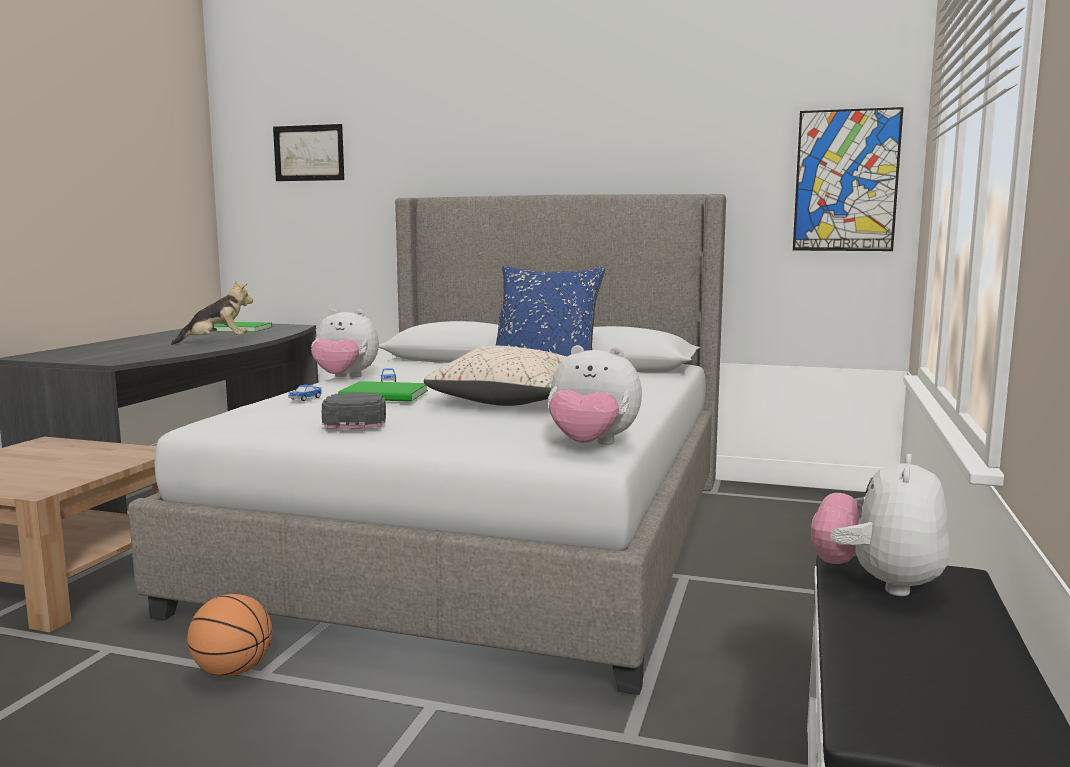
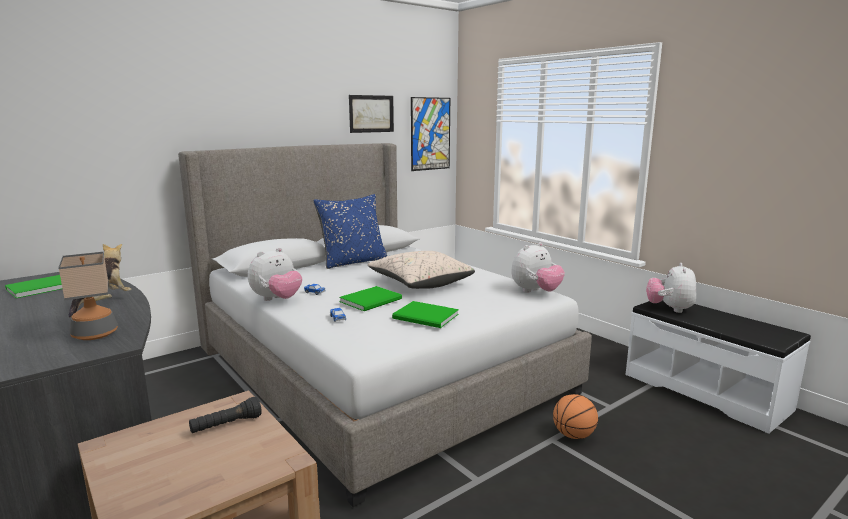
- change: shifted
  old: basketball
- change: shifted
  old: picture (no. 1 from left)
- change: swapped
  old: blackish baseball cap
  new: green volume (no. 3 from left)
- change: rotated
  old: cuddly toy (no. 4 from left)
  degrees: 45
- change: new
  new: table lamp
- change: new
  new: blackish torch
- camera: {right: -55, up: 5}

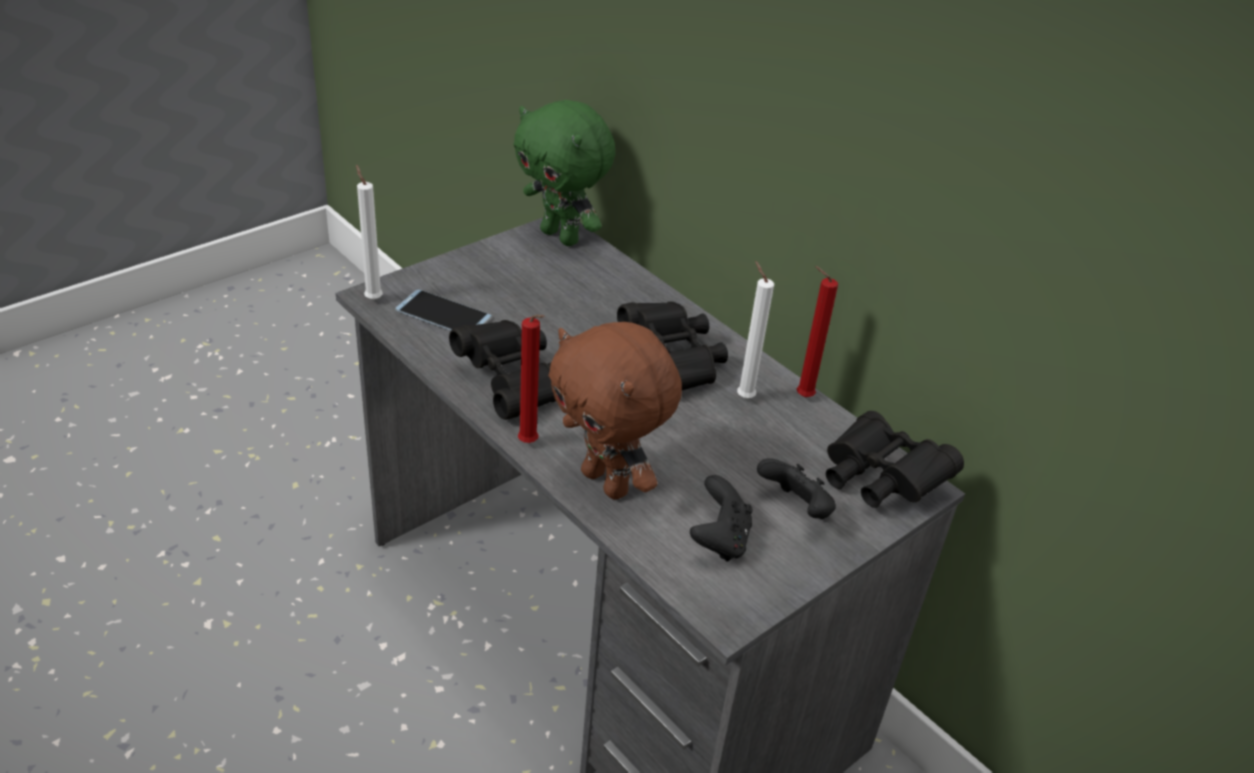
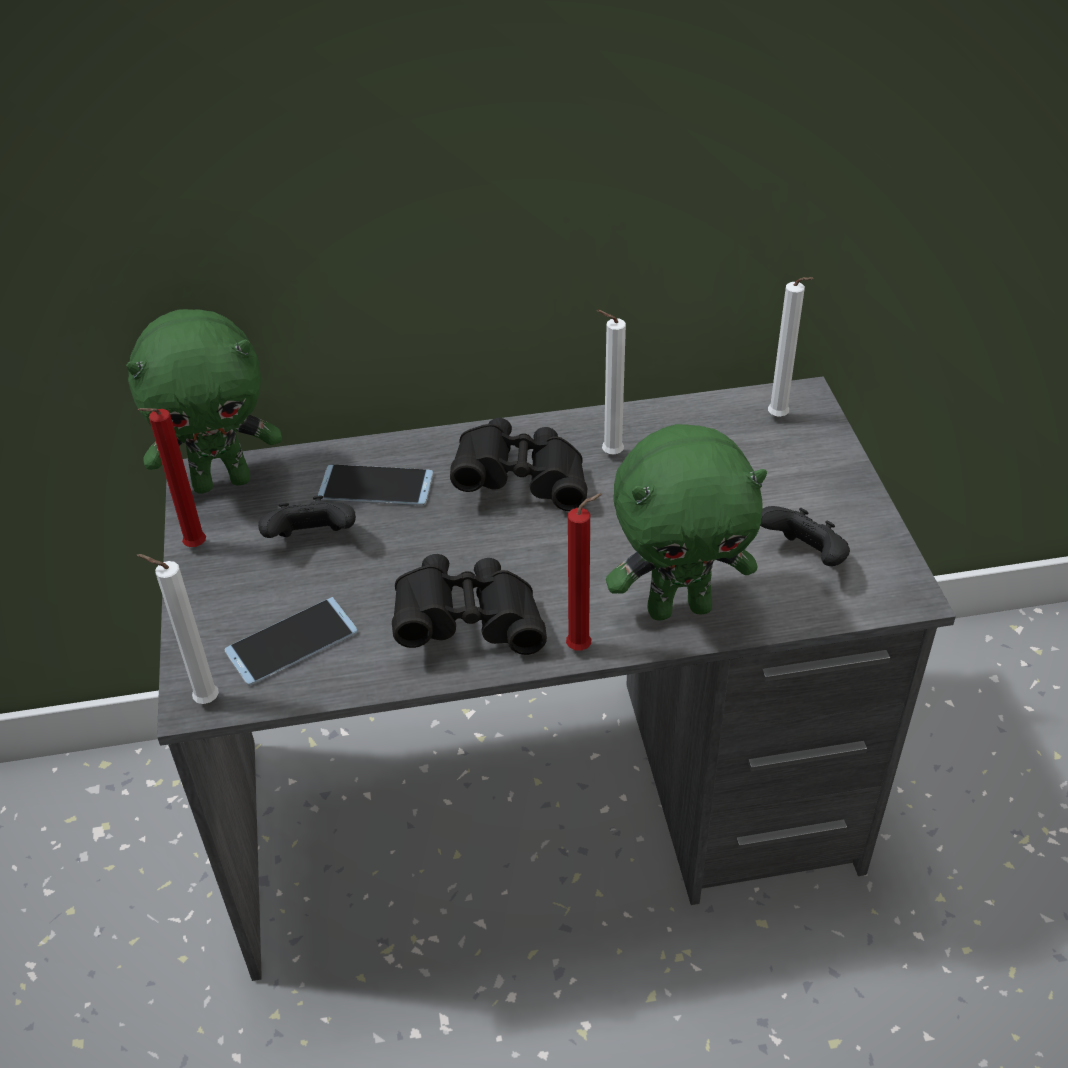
- change: repainted
  old: brown cuddly toy
  new: green cuddly toy (no. 2 from left)
- change: shifted
  old: blackish game controller (no. 2 from left in the first image)
  new: blackish game controller (no. 1 from left)
- change: shifted
  old: red-coloured candle (no. 2 from left in the first image)
  new: red-coloured candle (no. 1 from left)
- change: swapped
  old: blackish binoculars (no. 3 from left)
  new: white candle (no. 3 from left)
- change: new
  new: handset (no. 2 from left)
- camera: {right: -55, up: 5}

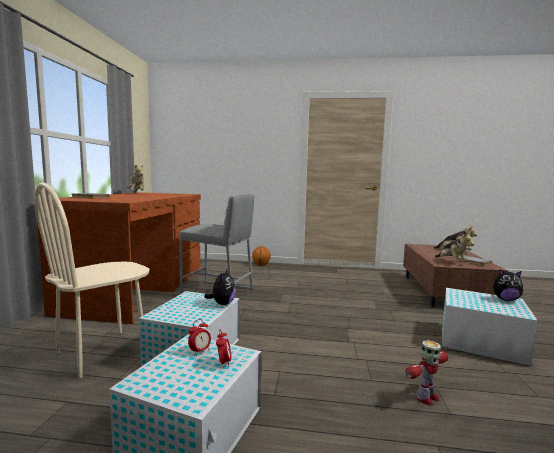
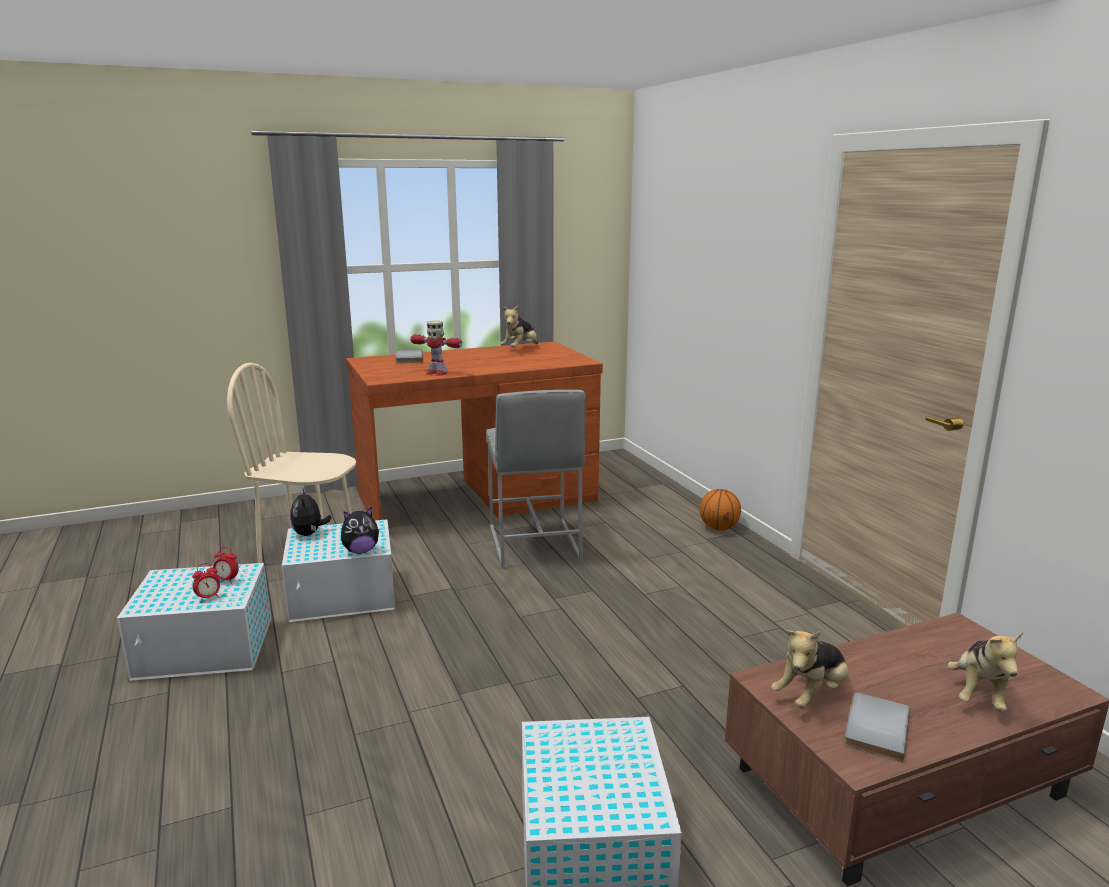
- change: shifted
  old: toy robot
- change: shifted
  old: cuddly toy (no. 5 from left in the first image)
  new: cuddly toy (no. 1 from left)
- camera: {right: 60, up: 10}

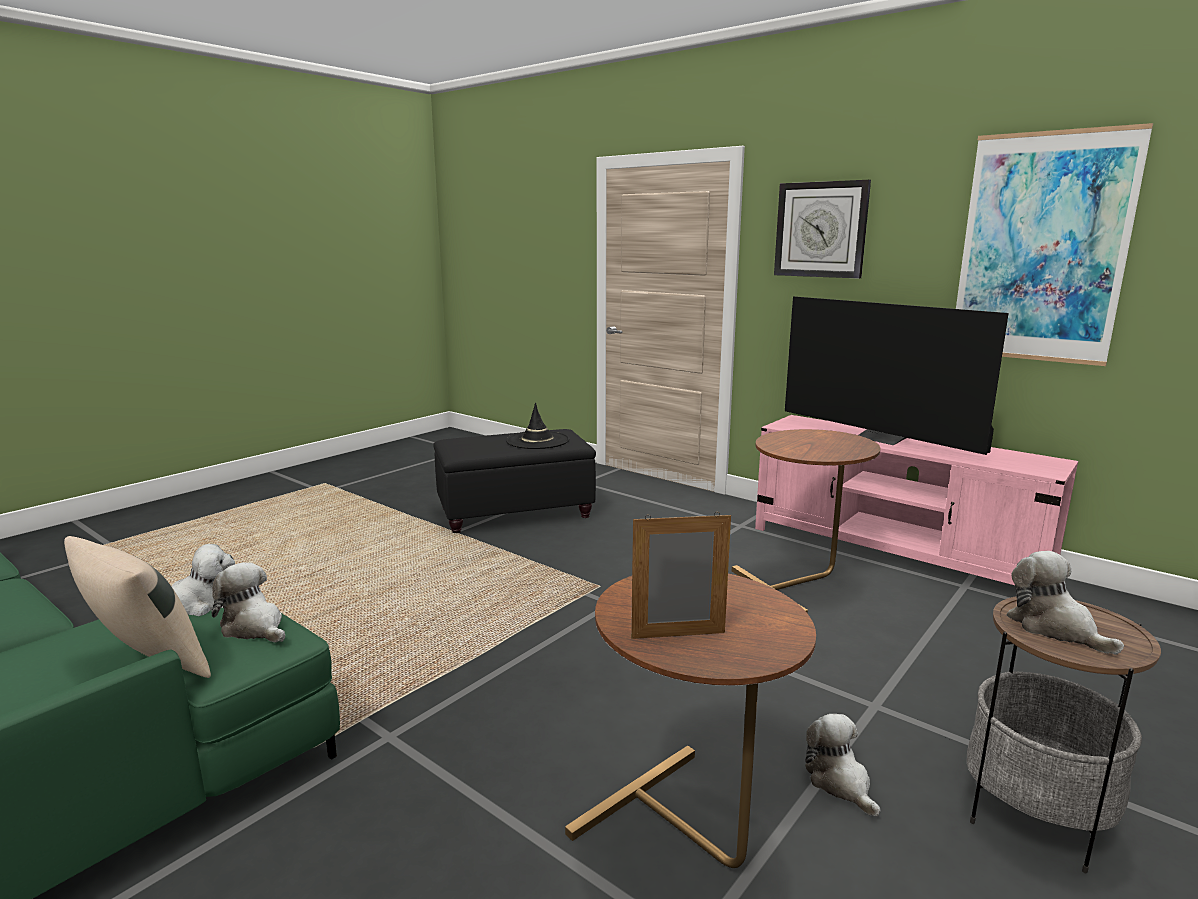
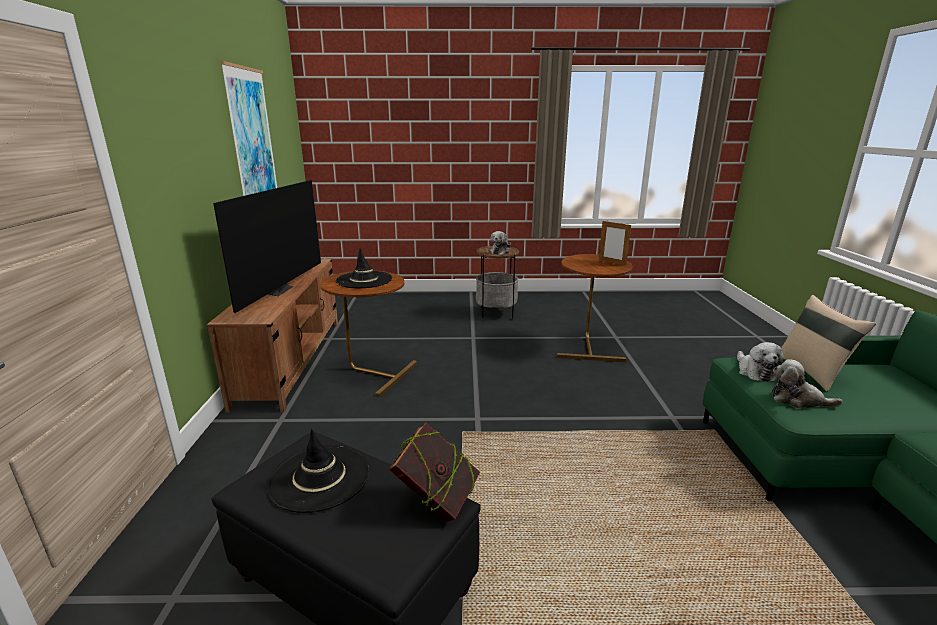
- change: repainted
  old: pinkish tv stand
  new: brown tv stand
- change: gone
  old: hanging clock
- change: gone
  old: cuddly toy (no. 3 from left)
- change: new
  new: blackish hat (no. 2 from left)
- change: new
  new: volume
- camera: {right: -130, up: 5}

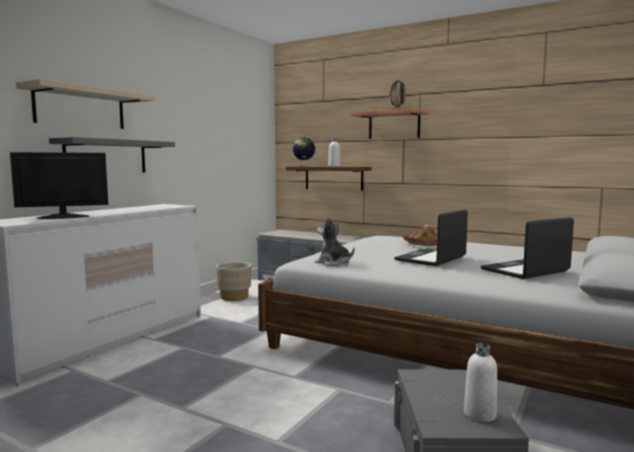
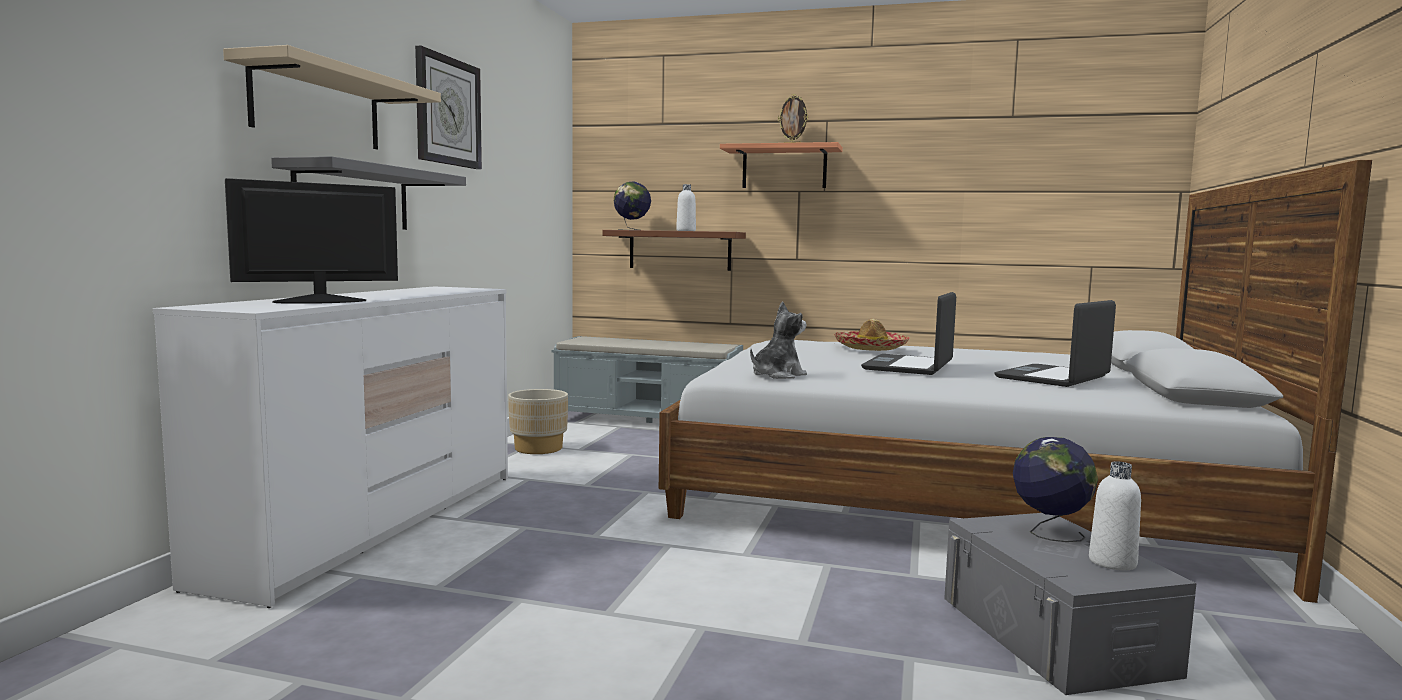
- change: rotated
  old: cuddly toy
  degrees: 120
- change: new
  new: hanging clock
- change: new
  new: globe (no. 2 from left)
- camera: {right: -15, up: 0}

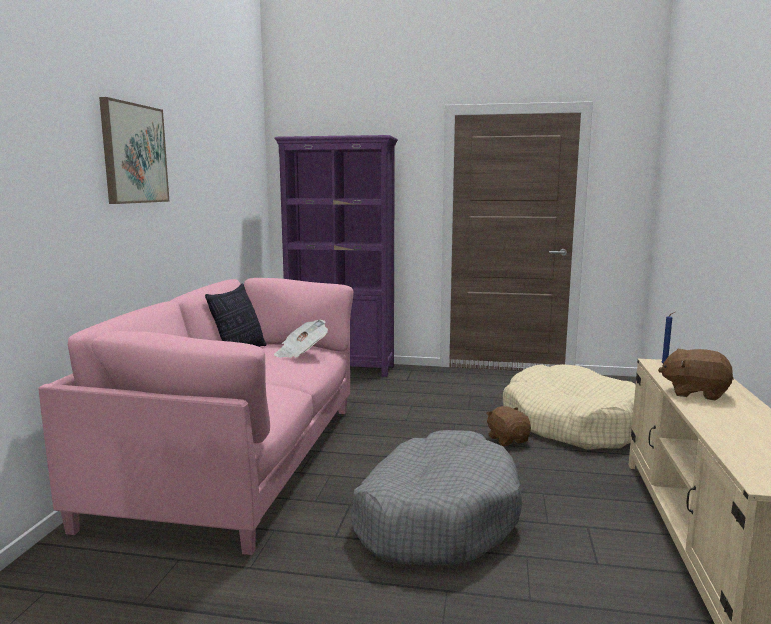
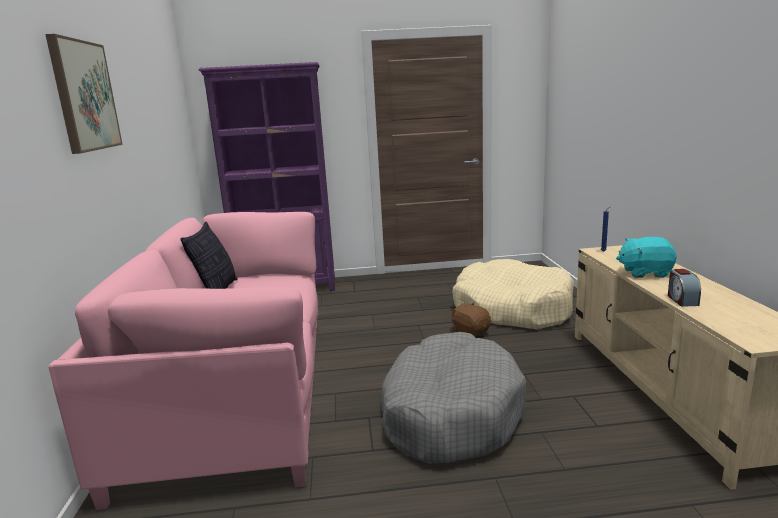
- change: gone
  old: daily paper
- change: repainted
  old: brown cuddly toy (no. 2 from left)
  new: turquoise-coloured cuddly toy
- change: new
  new: table clock
- camera: {right: -15, up: 5}

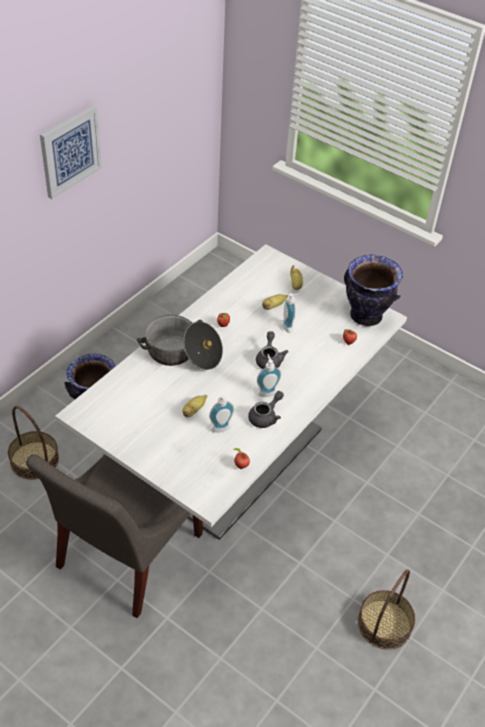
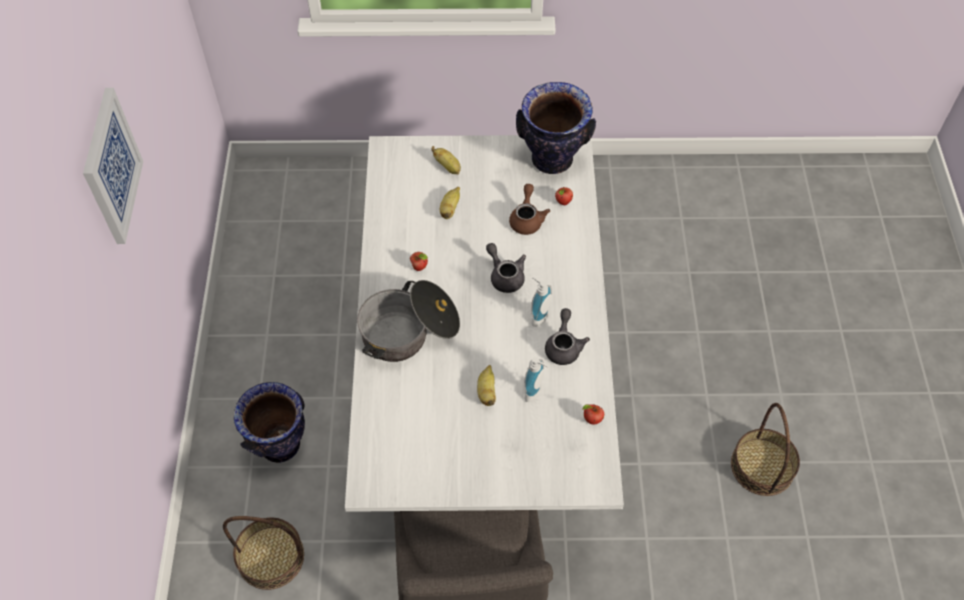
- change: gone
  old: liquid soap bottle (no. 3 from left)
- change: new
  new: brown teapot
- camera: {right: -35, up: 10}

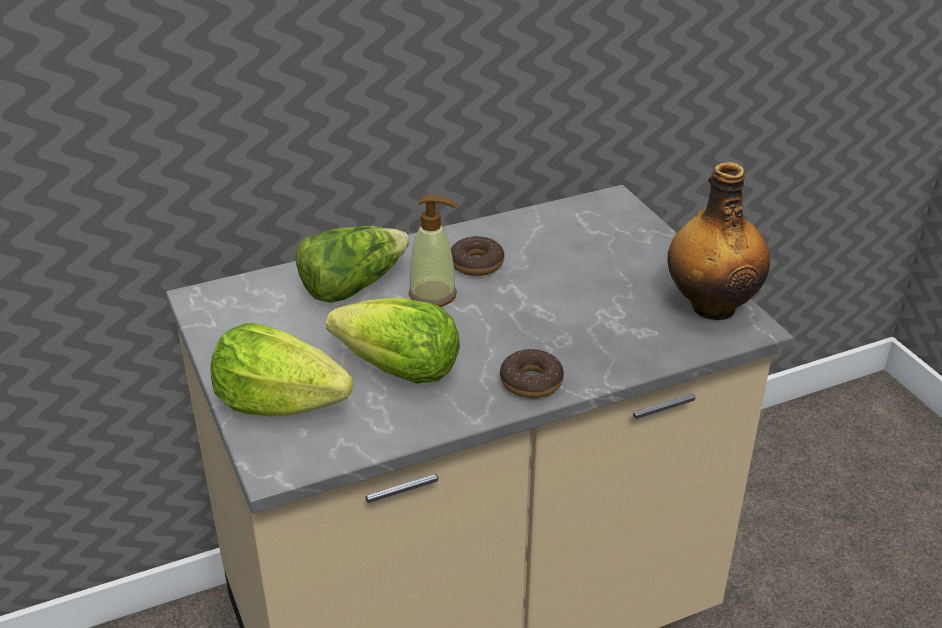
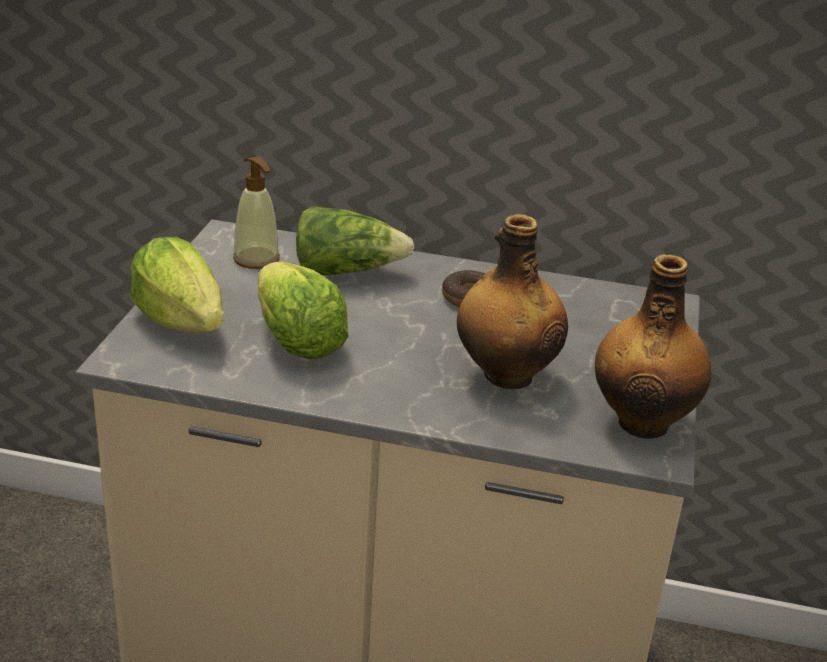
- change: shifted
  old: liquid soap bottle
- change: gone
  old: donut (no. 2 from left)
- change: new
  new: bottle (no. 1 from left)
- camera: {right: 35, up: -5}

